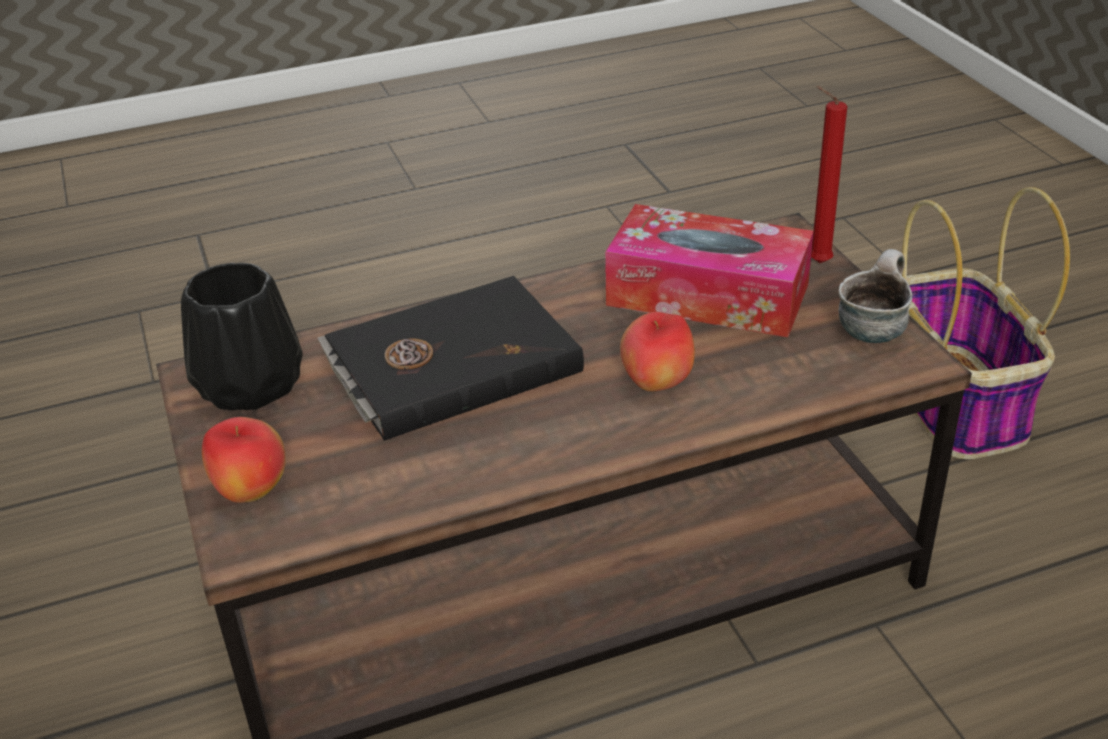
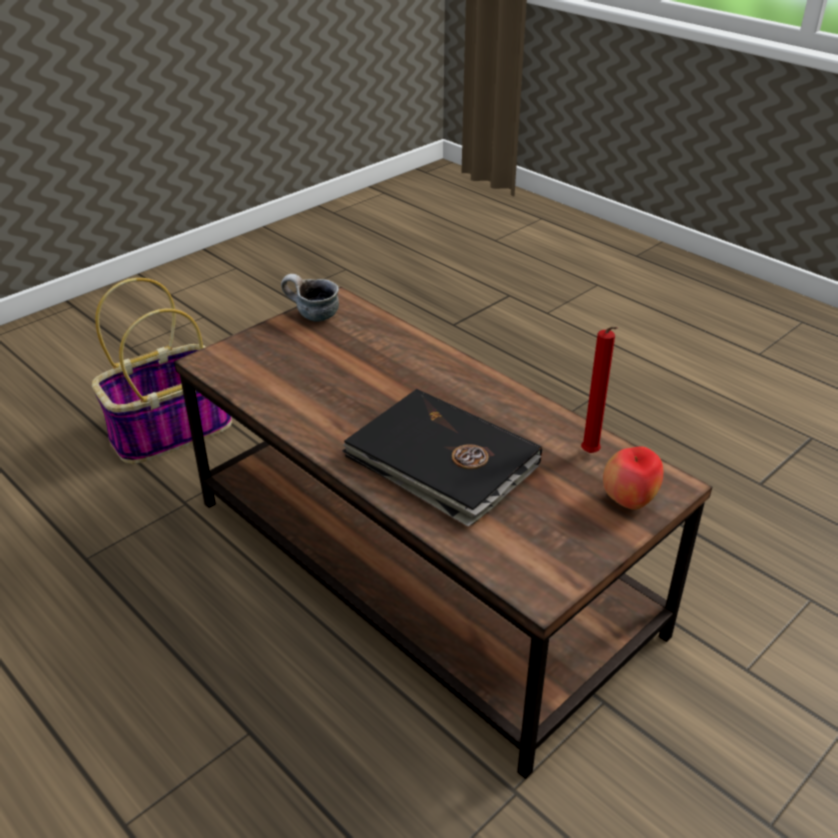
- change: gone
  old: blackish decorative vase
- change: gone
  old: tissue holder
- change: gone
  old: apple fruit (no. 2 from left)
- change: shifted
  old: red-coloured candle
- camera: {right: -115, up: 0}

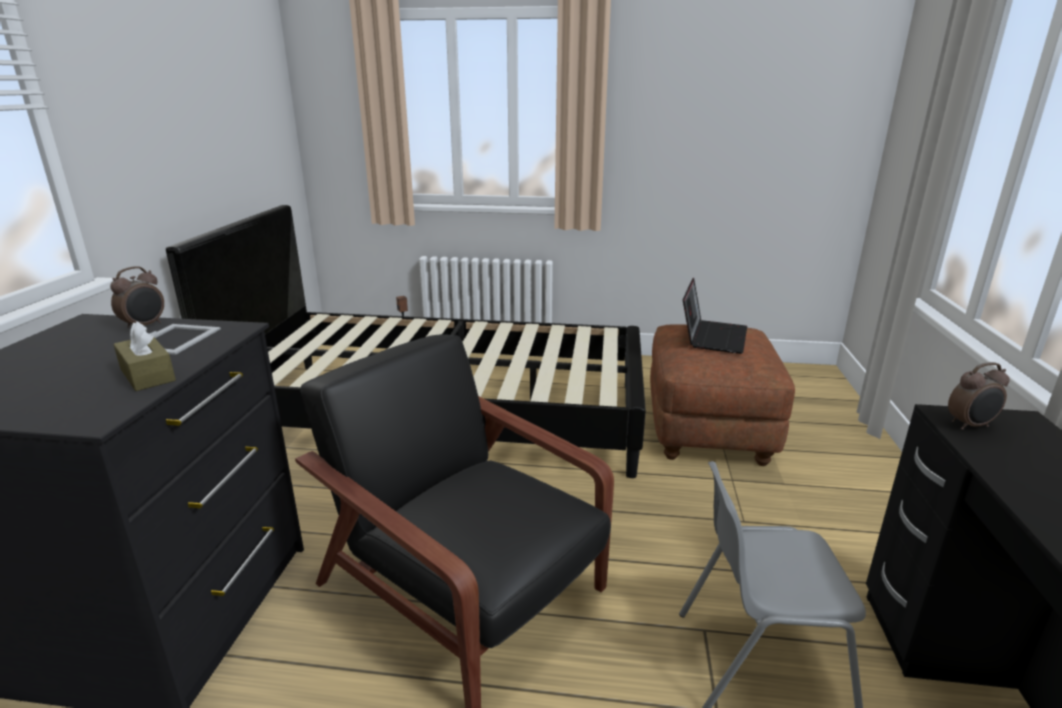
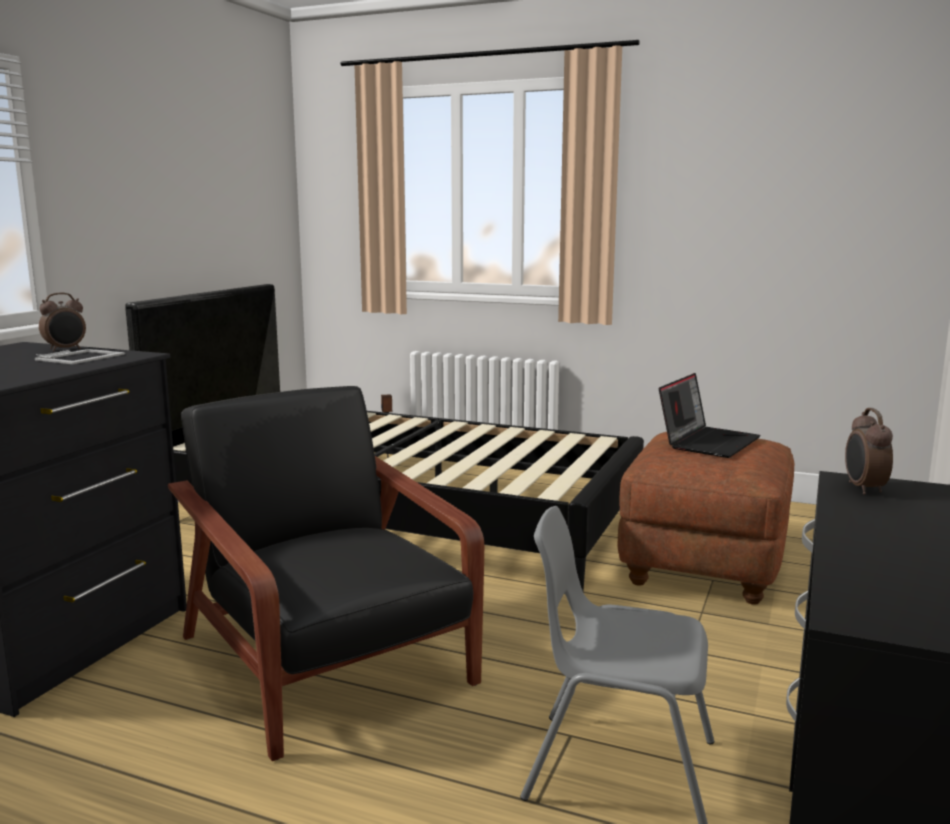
- change: gone
  old: brown tissue holder
- change: rotated
  old: table clock (no. 2 from left)
  degrees: 90
- camera: {right: 15, up: -10}

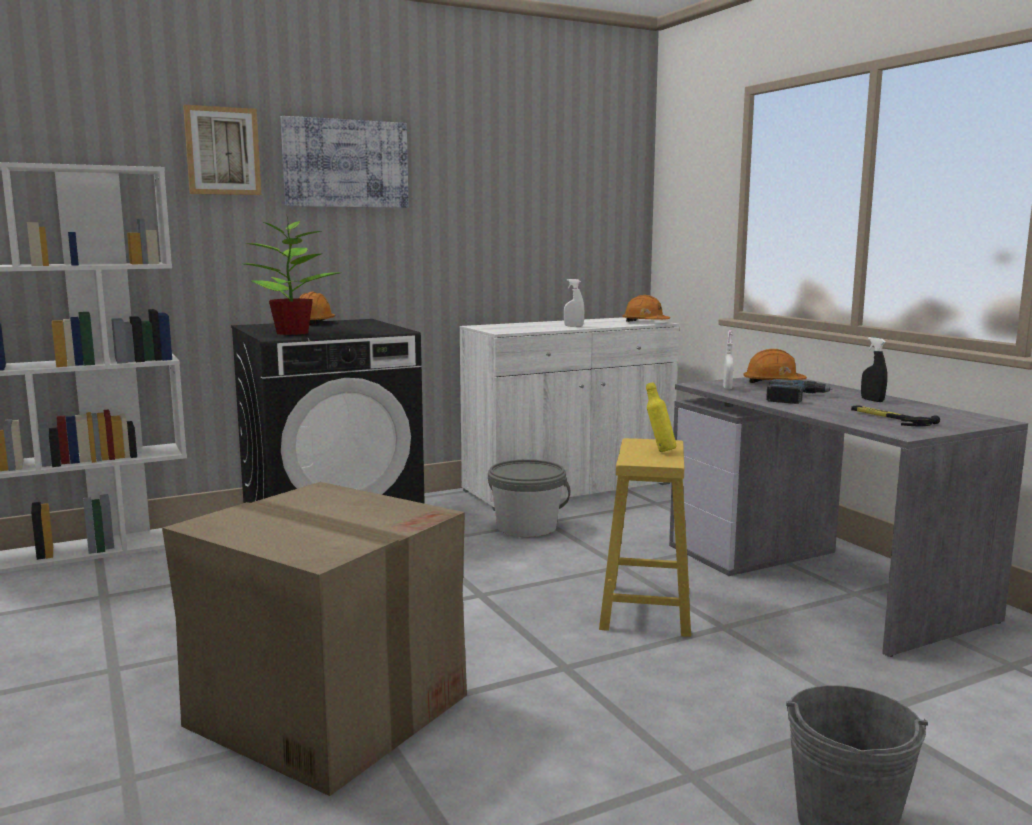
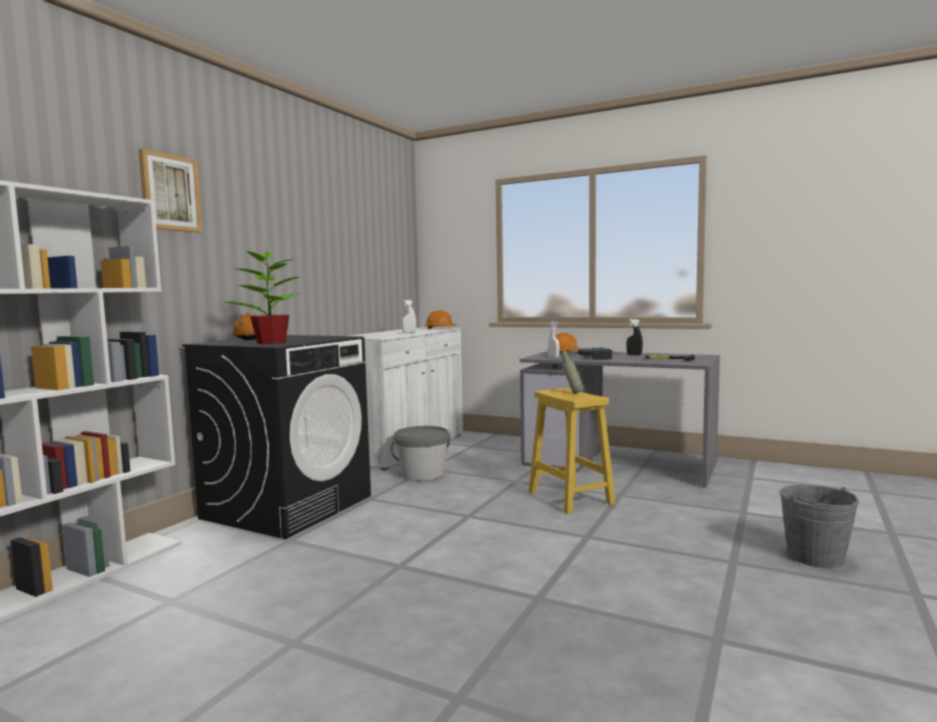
- change: gone
  old: cardboard box
- change: gone
  old: picture (no. 2 from left)
- change: repainted
  old: yellow bottle
  new: grey bottle
- camera: {right: -35, up: -5}

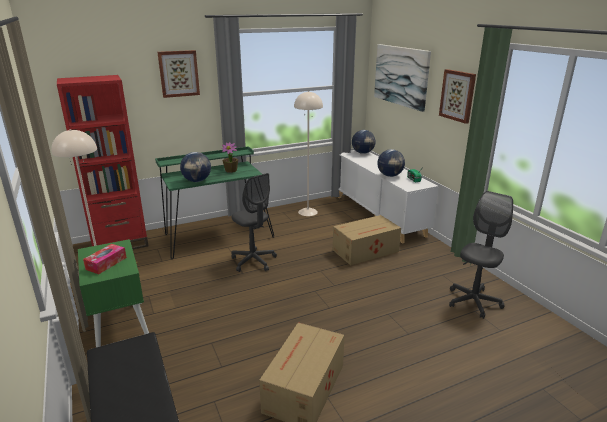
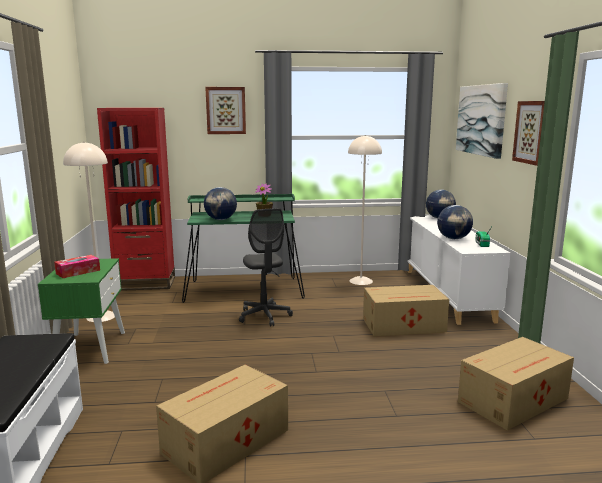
- change: swapped
  old: grey desk chair (no. 2 from left)
  new: cardboard box (no. 3 from left)
- camera: {right: 20, up: -10}

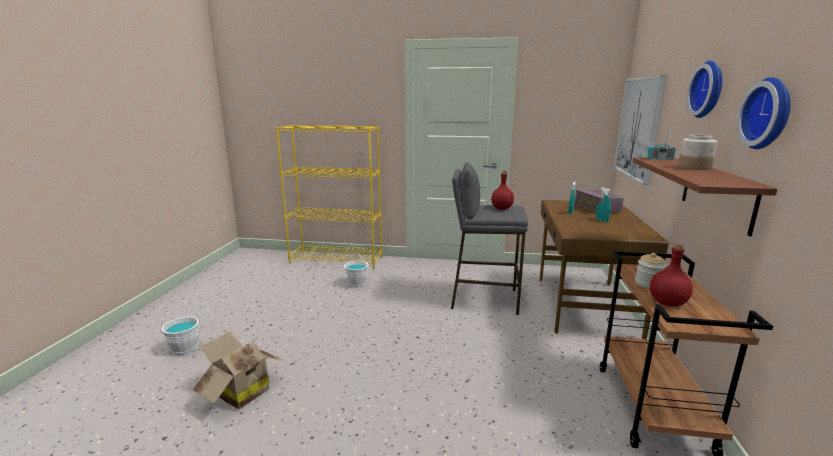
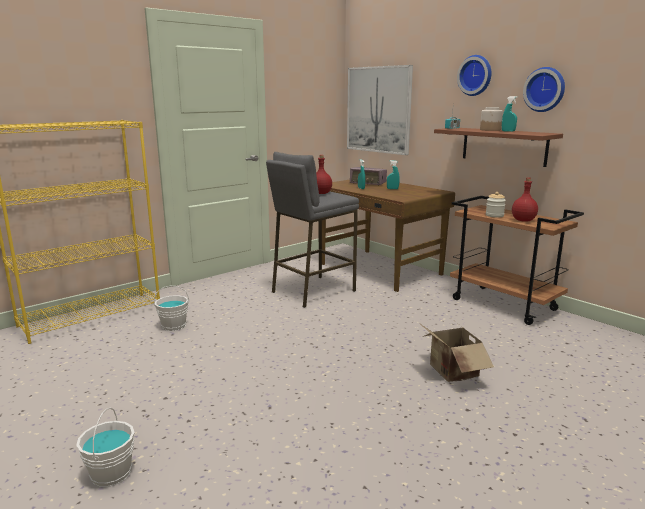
- change: shifted
  old: cardboard box
- change: new
  new: turquoise-coloured spray bottle (no. 3 from left)
- camera: {right: -50, up: 0}

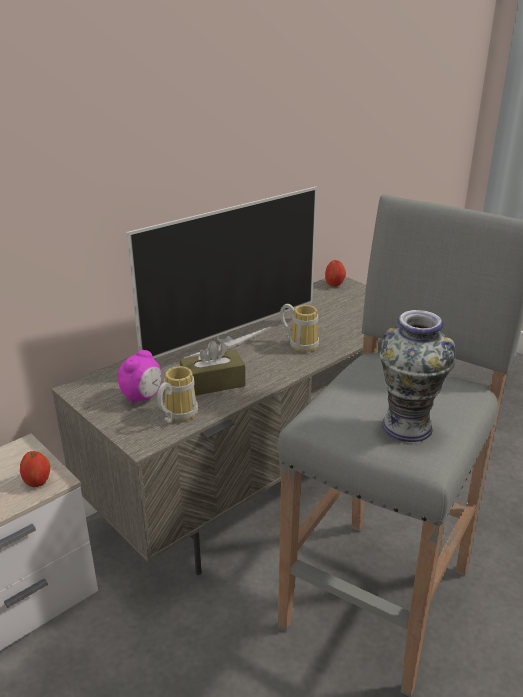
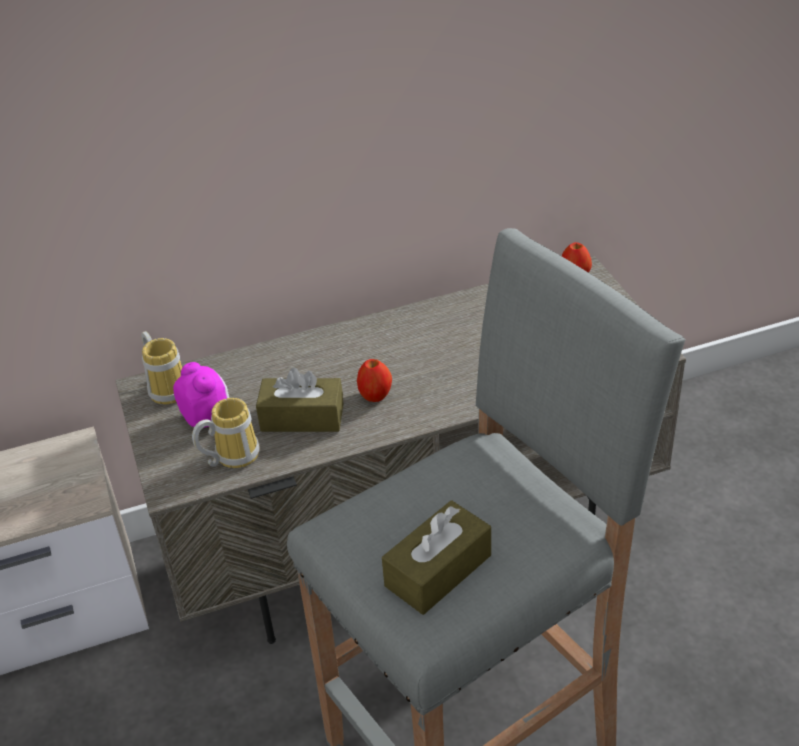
- change: shifted
  old: apple fruit (no. 1 from left)
- change: rotated
  old: table clock
  degrees: -90
- change: gone
  old: TV
- change: shifted
  old: coffee mug (no. 2 from left in the first image)
  new: coffee mug (no. 1 from left)
- change: swapped
  old: decorative vase
  new: brown tissue holder (no. 2 from left)
- camera: {right: 25, up: 10}

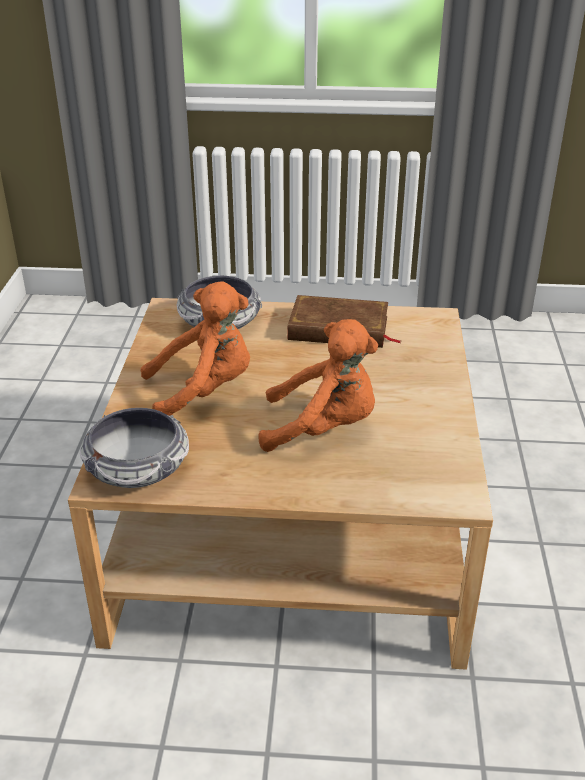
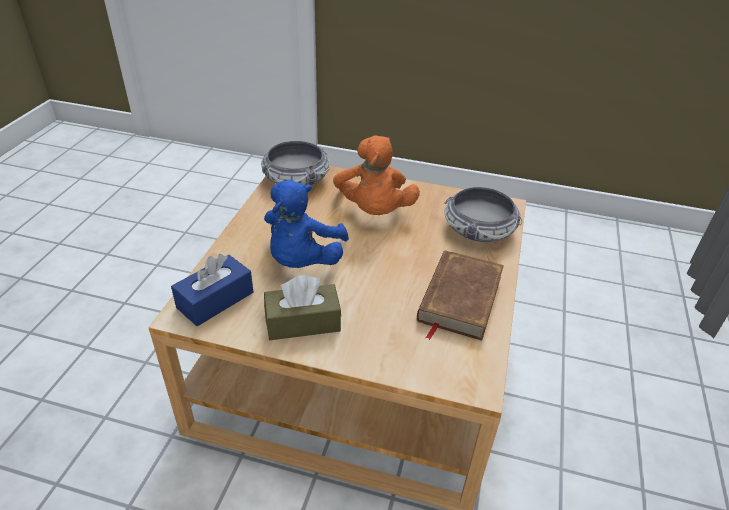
- change: repainted
  old: orange-coloured cuddly toy (no. 2 from left)
  new: blue cuddly toy
- change: new
  new: blue tissue holder
- change: new
  new: brown tissue holder
- camera: {right: 100, up: 5}

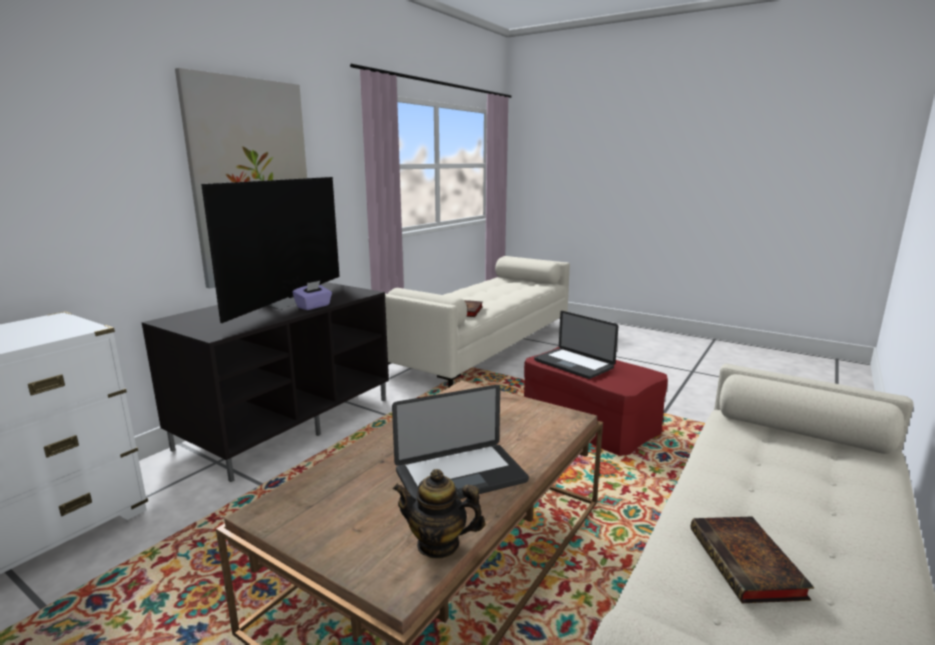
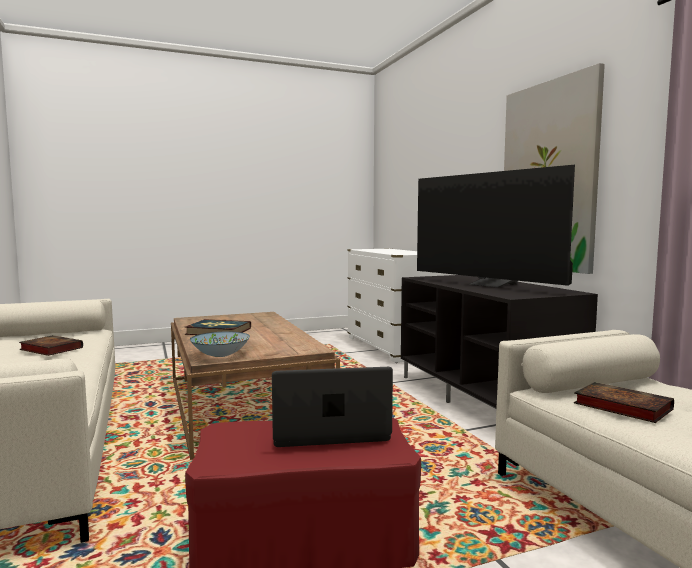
- change: gone
  old: purple-coloured tissue holder
- change: swapped
  old: notebook computer (no. 1 from left)
  new: volume (no. 2 from left)
- change: gone
  old: teapot
- change: new
  new: deep dish
- camera: {right: 125, up: -10}

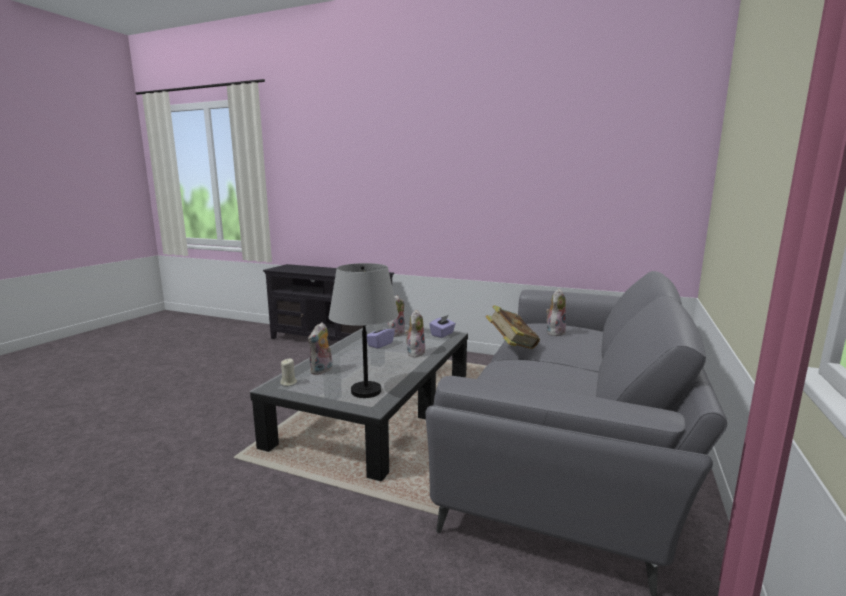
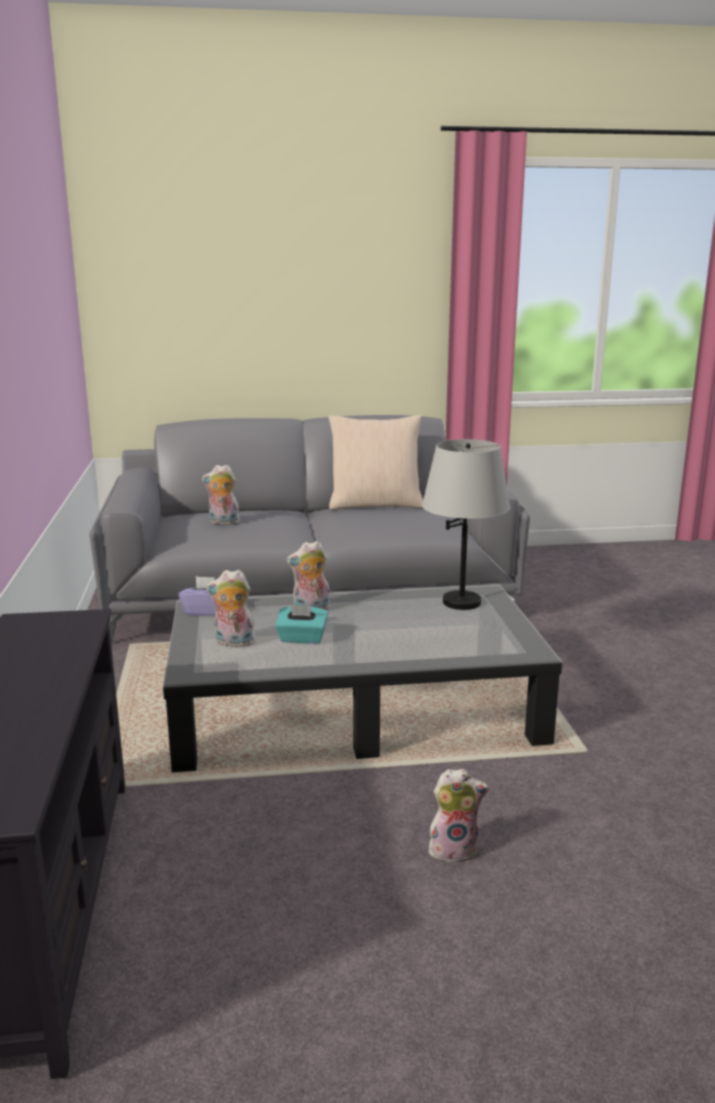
- change: gone
  old: sand-coloured candle
- change: shifted
  old: cuddly toy (no. 1 from left in the first image)
  new: cuddly toy (no. 4 from left)
- change: repainted
  old: purple-coloured tissue holder (no. 1 from left)
  new: turquoise-coloured tissue holder
- change: gone
  old: volume
- change: new
  new: sand-coloured cushion
- camera: {right: -120, up: 5}

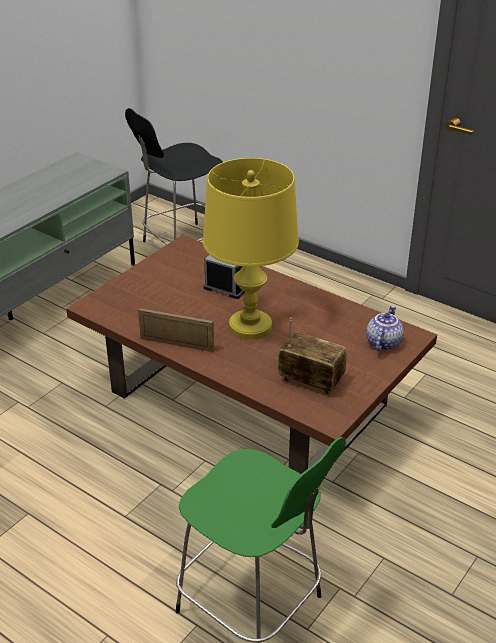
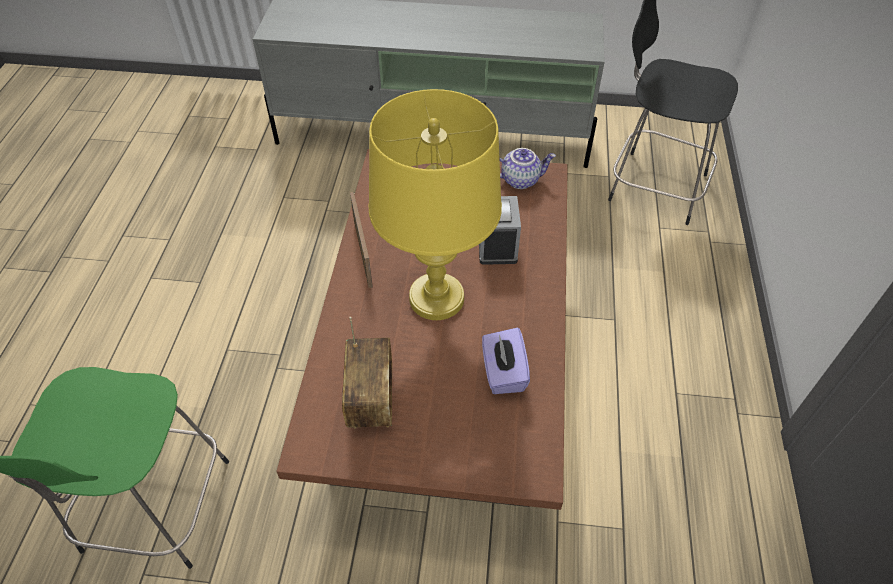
- change: shifted
  old: teapot
- change: new
  new: purple-coloured tissue holder
- camera: {right: 60, up: 15}

